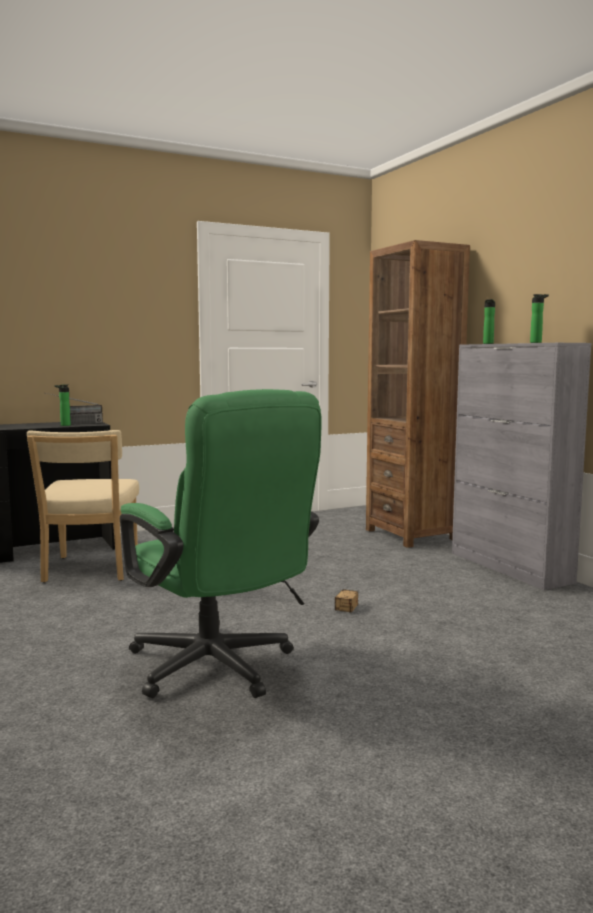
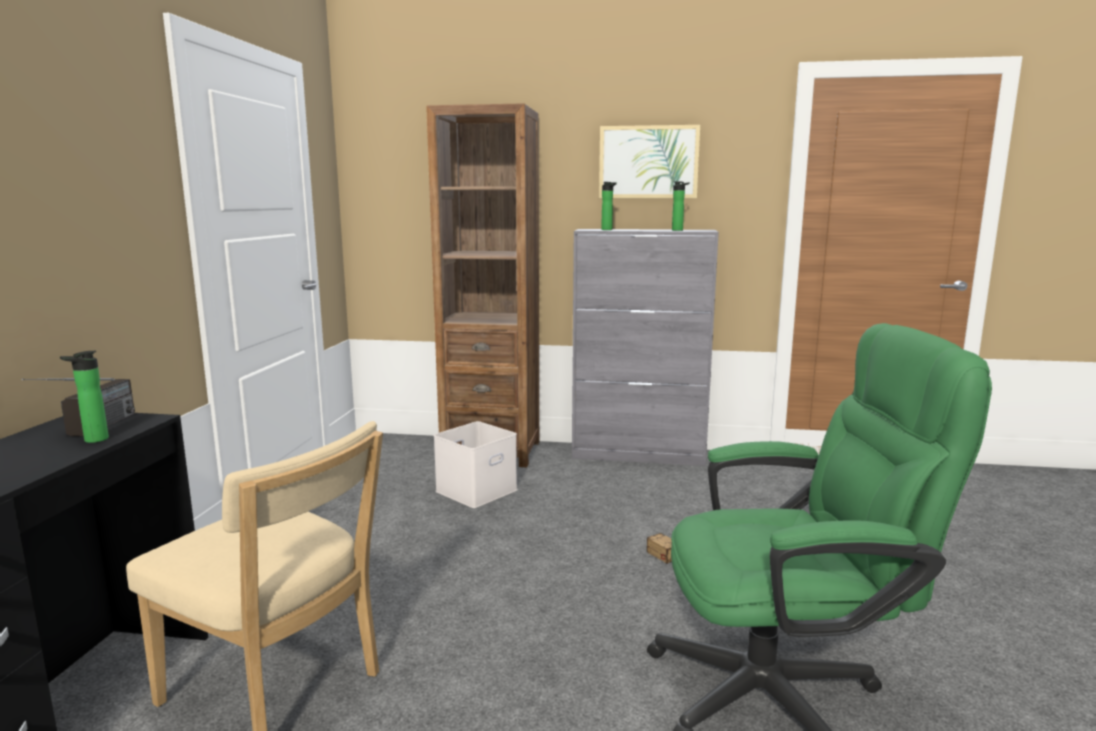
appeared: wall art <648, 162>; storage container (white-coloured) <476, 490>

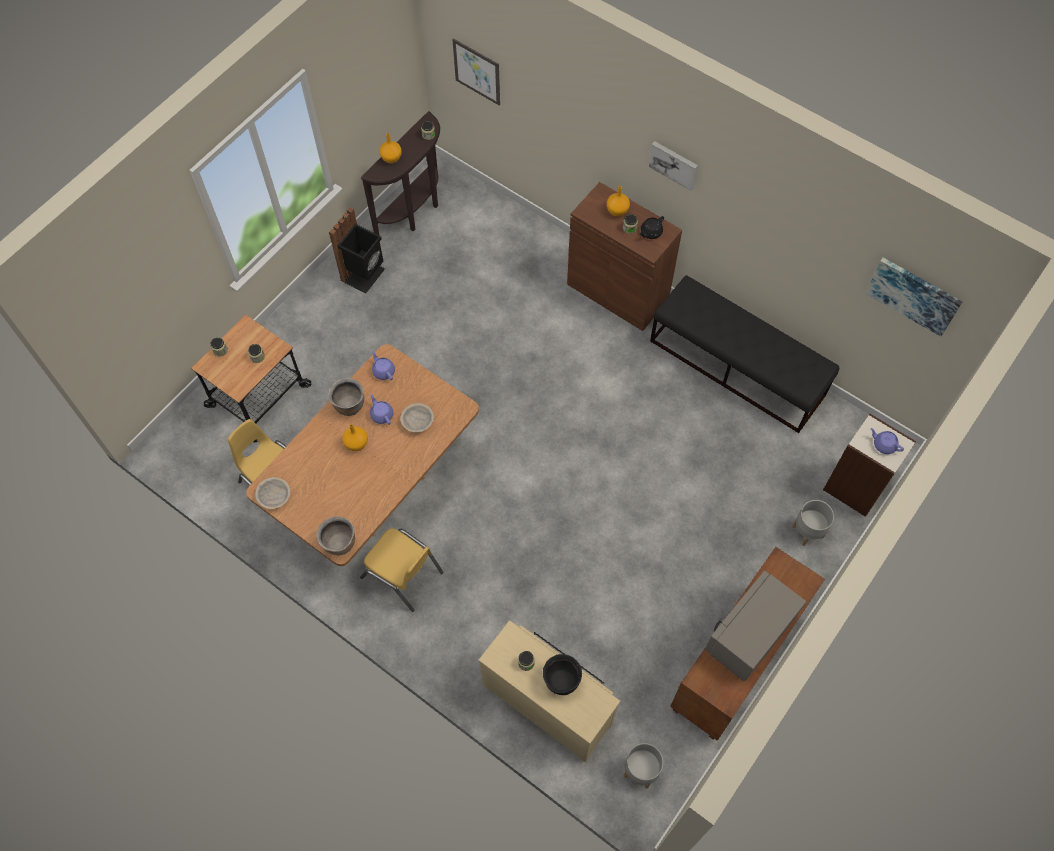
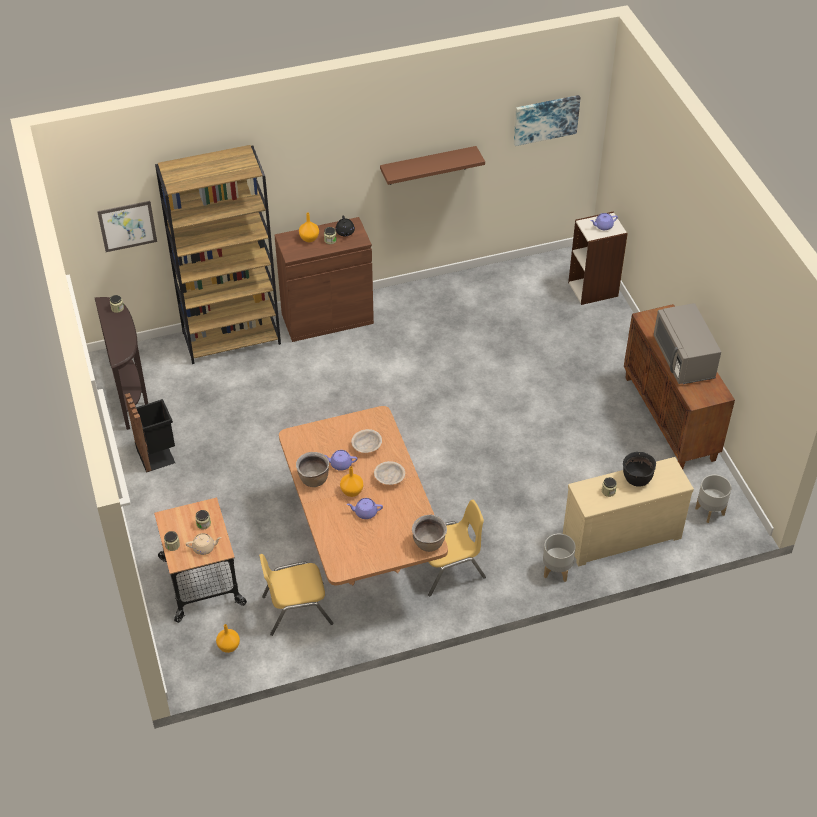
missing: wall art <674, 164>; indoor bench (black) <737, 368>
appeared: bookshelf (brown) <232, 338>; bracket shelf (brown) <428, 165>; teapot (sand-coloured) <204, 548>
relocated: flower vase (orange-coloured) <392, 158> to <229, 646>; teapot (purple-coloured) <383, 371> to <365, 512>; serving bowl (sand-coloured) <274, 496> to <389, 478>; flower pot (greyish) <807, 531> to <556, 571>

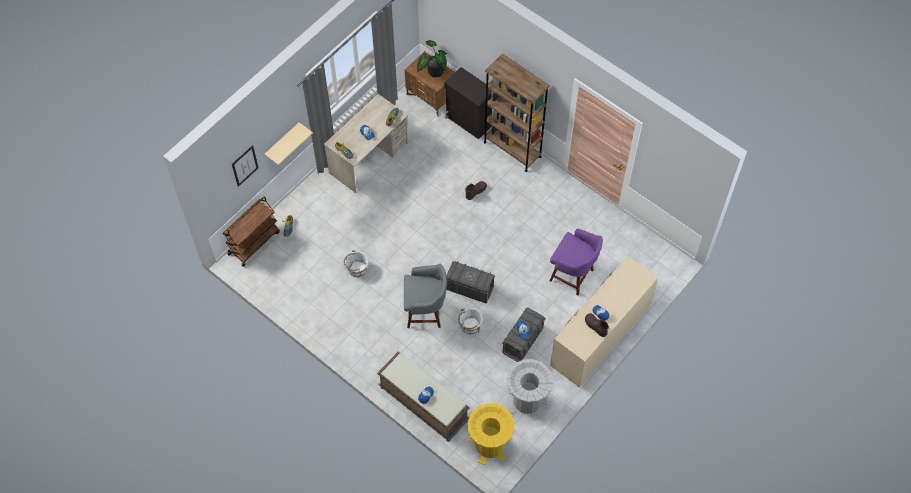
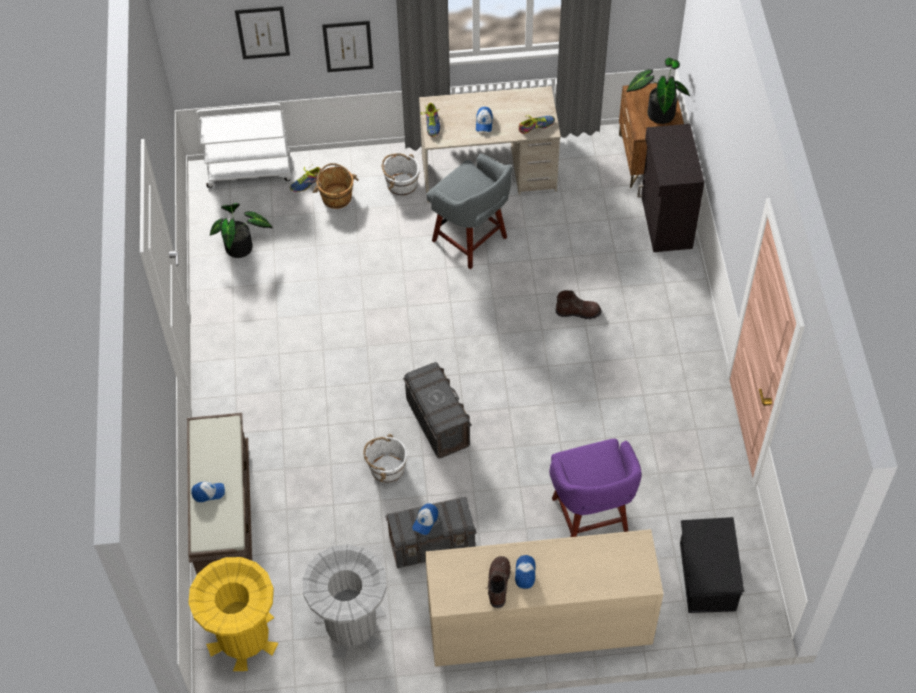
missing: bookshelf (brown) <512, 149>
appeared: bucket (brown) <336, 196>; potted plant <242, 249>; storage container (black) <706, 577>
relocated: bucket (white-coloured) <357, 269> to <401, 184>; stool seat (greyish) <425, 312> to <471, 240>
exchanged: bracket shelf (sand-coloured) <282, 142> to wall art <348, 46>
colour: wheeled cart (brown) <254, 242> to wheeled cart (white-coloured) <250, 170>

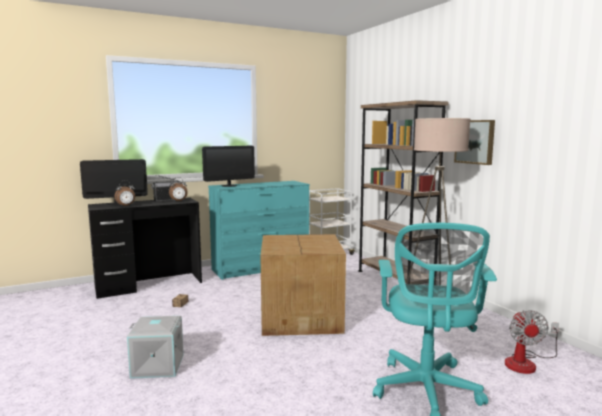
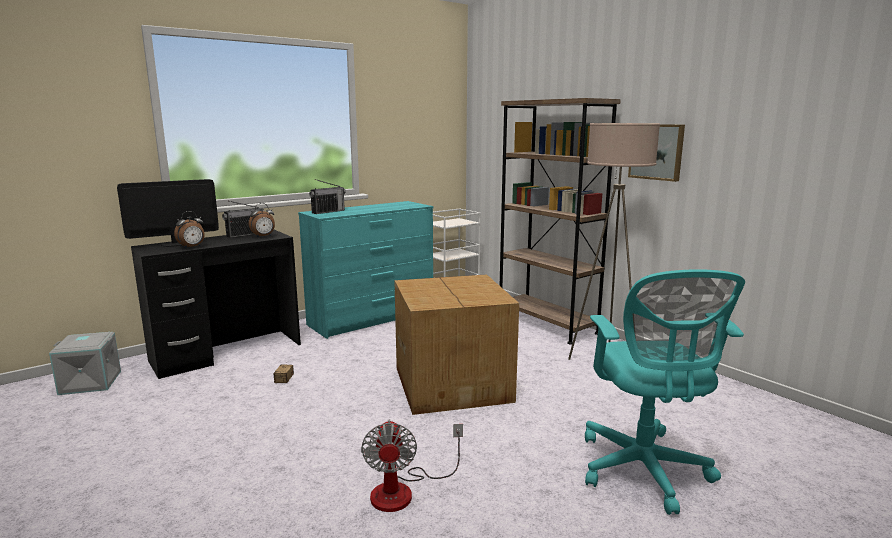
relocated: fan <526, 363> to <404, 490>; storage container (greyish) <157, 366> to <89, 383>
exchanged: computer display <229, 185> to radio set <328, 212>

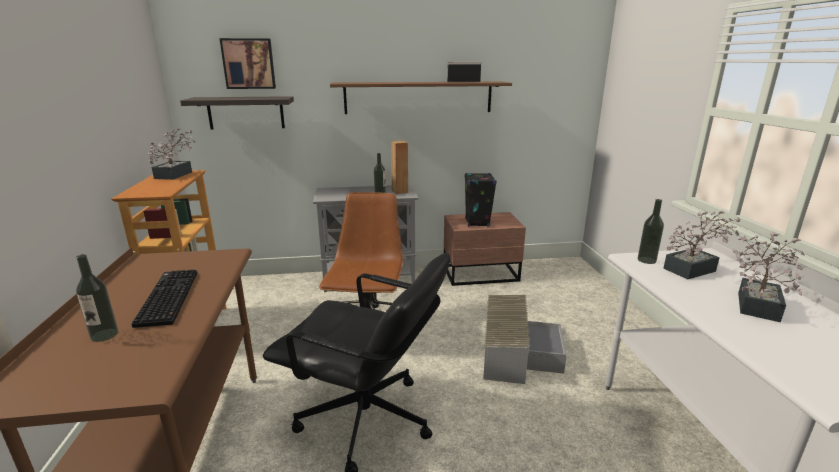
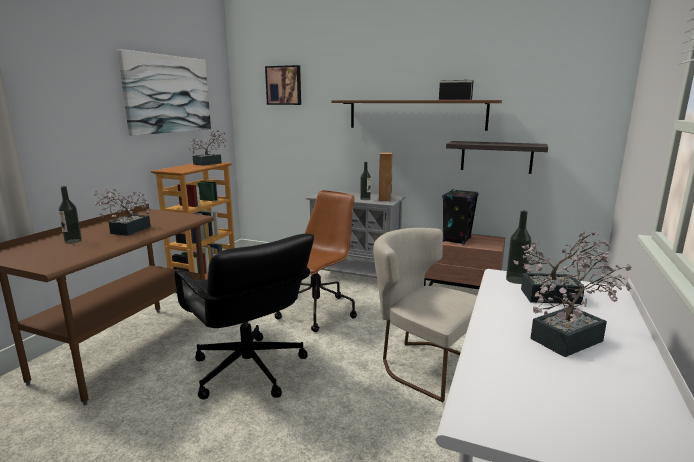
appeared: wall art <168, 94>
relocated: bracket shelf <246, 112> to <496, 157>
exchanged: keyboard <167, 297> to potted plant <127, 231>; storage container (greyish) <516, 351> to upright chair (sand-coloured) <423, 364>

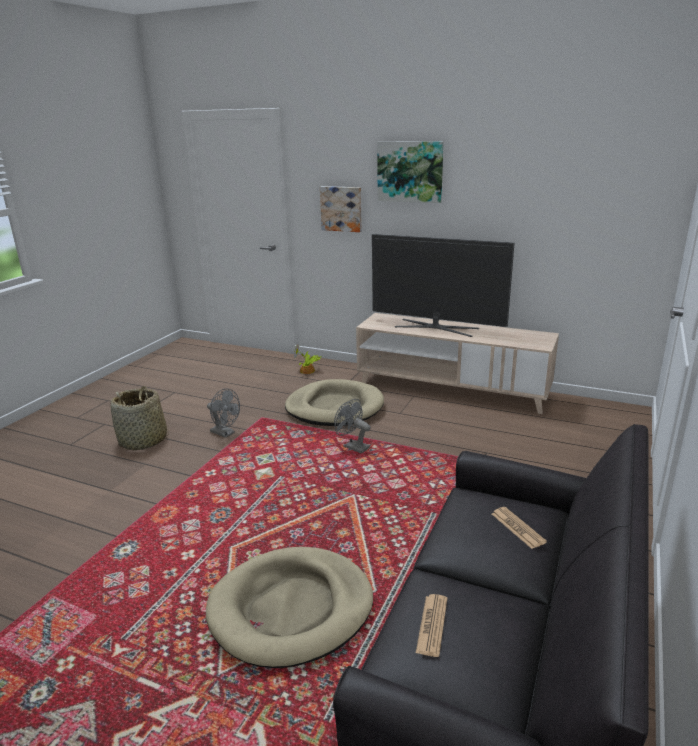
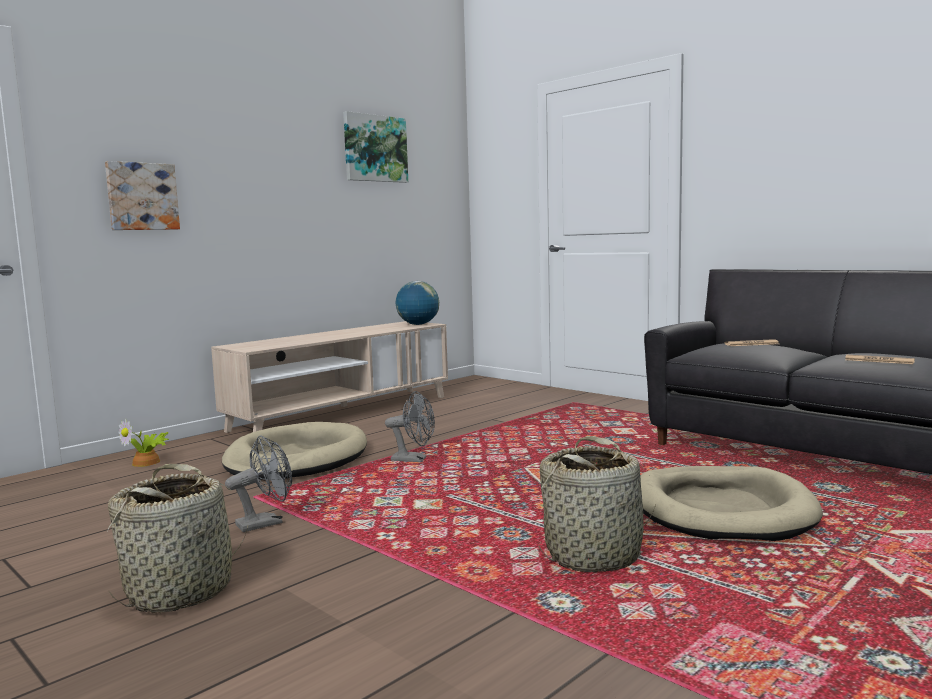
missing: TV <436, 327>
appeared: globe <418, 324>; storage basket <594, 555>
relocated: wall art <410, 171> to <375, 148>
spun: fan (greyish) <352, 447> = <414, 460> 135 degrees counterclockwise

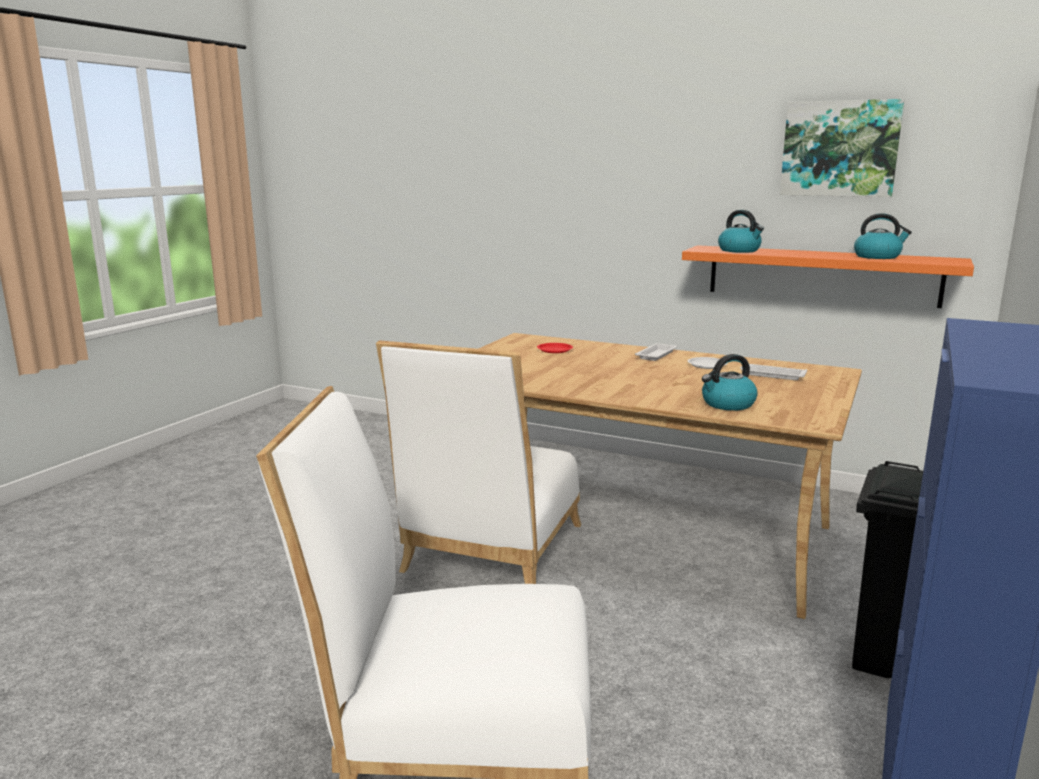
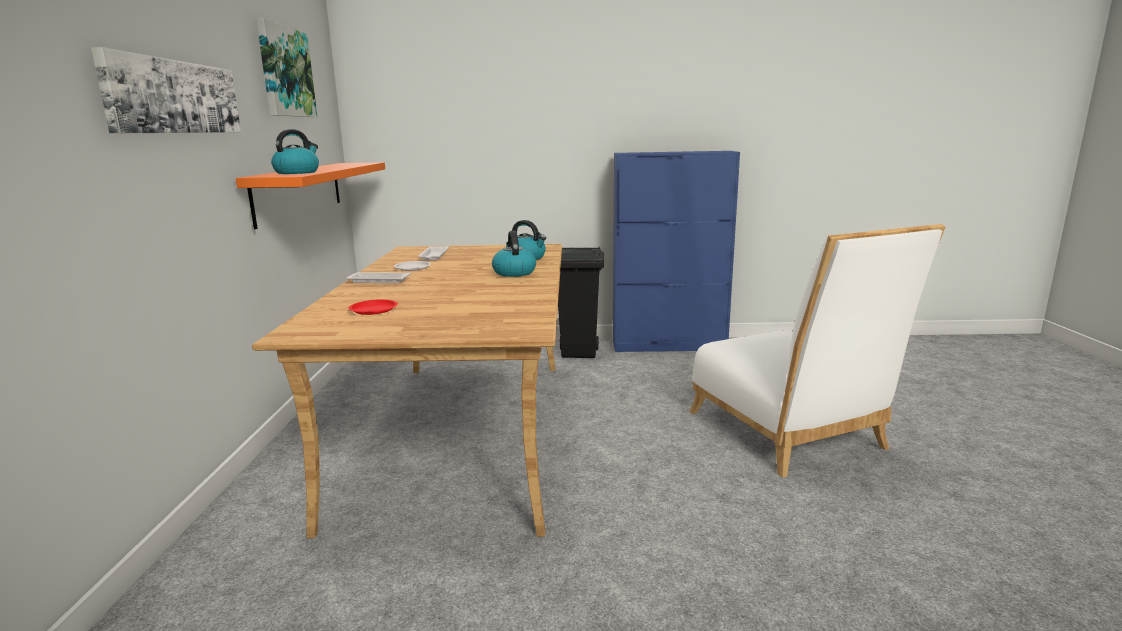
missing: upright chair (white-coloured) <489, 553>
appeared: wall art <174, 97>
relocated: tea kettle <877, 256> to <514, 272>

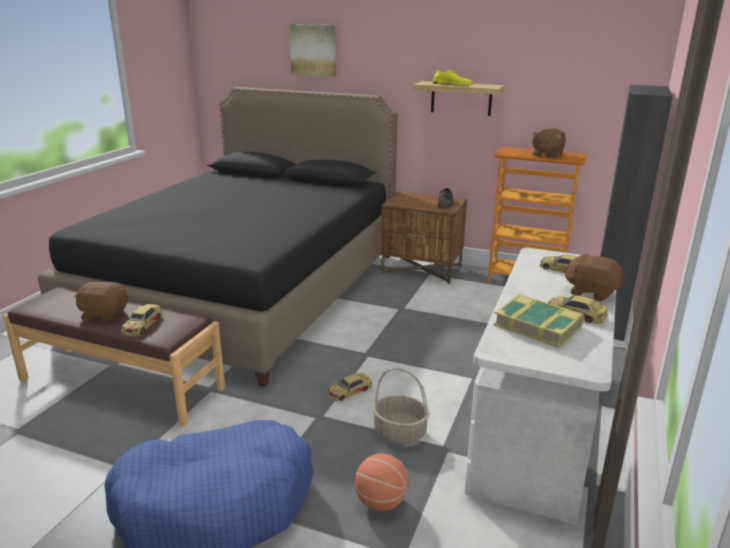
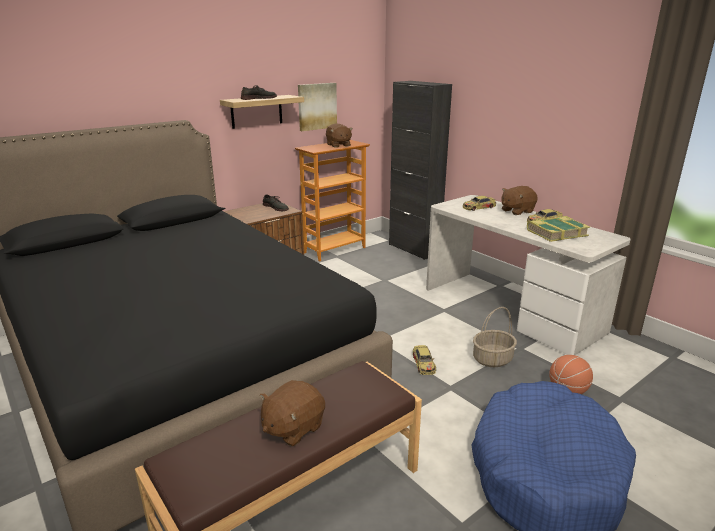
missing: miniature car <142, 324>
relocated: wall art <313, 50> to <317, 106>
colour: low shoe (yellow-coloured) <452, 84> to low shoe (greyish) <258, 98>

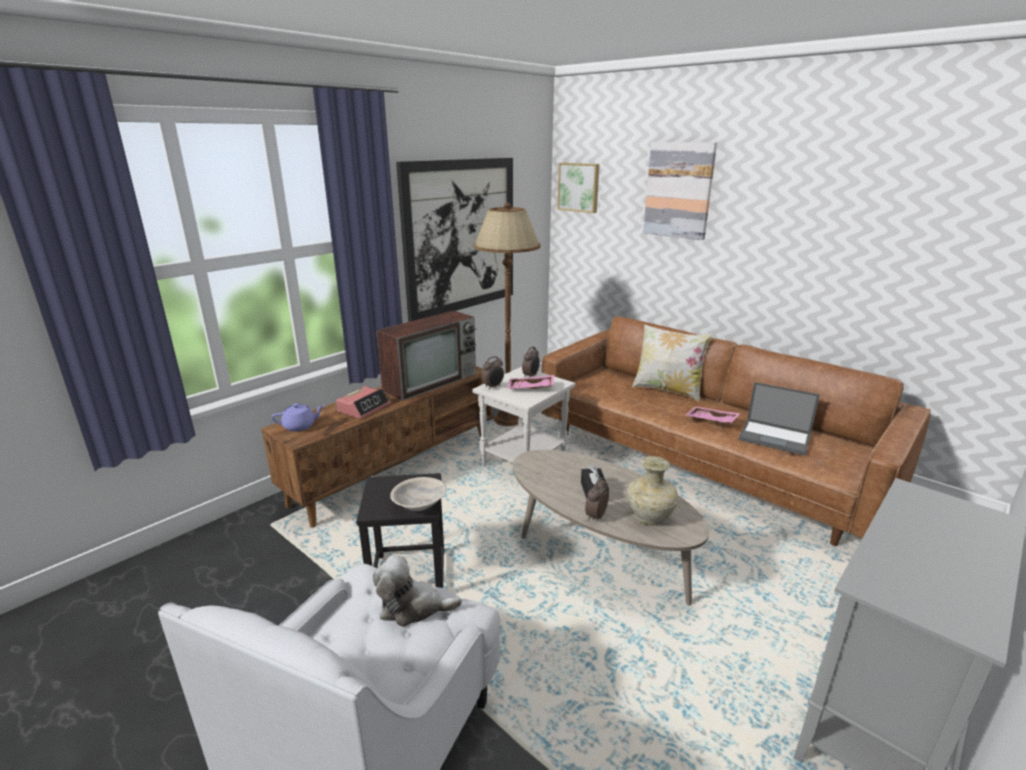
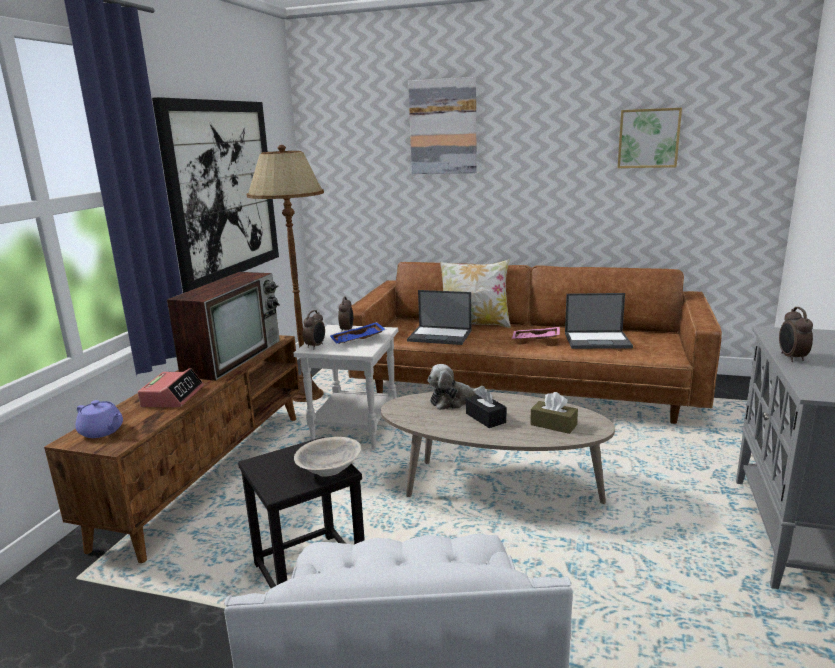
appeared: laptop <440, 336>
relocated: wall art <579, 187> to <648, 138>; table clock <595, 516> to <791, 358>; cuddly toy <413, 607> to <453, 401>
exchanged: flower vase (sand-coloured) <648, 518> to tissue holder (brown) <553, 425>
colour: serving tray (pink) <531, 388> to serving tray (blue) <358, 340>
spun: teapot (purple-coloured) <300, 426> = <102, 432> 75 degrees clockwise

